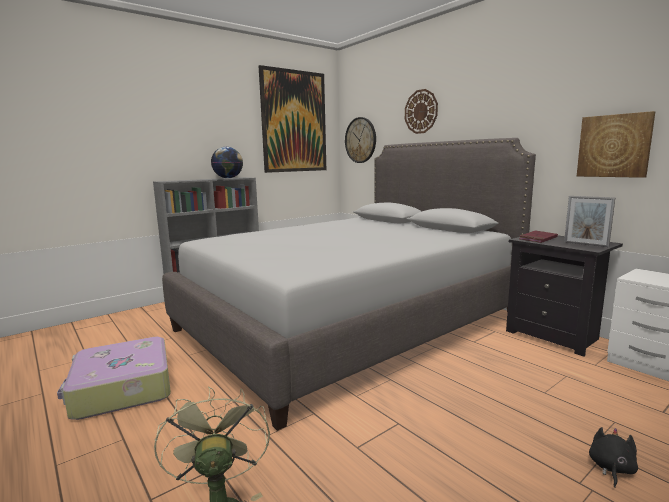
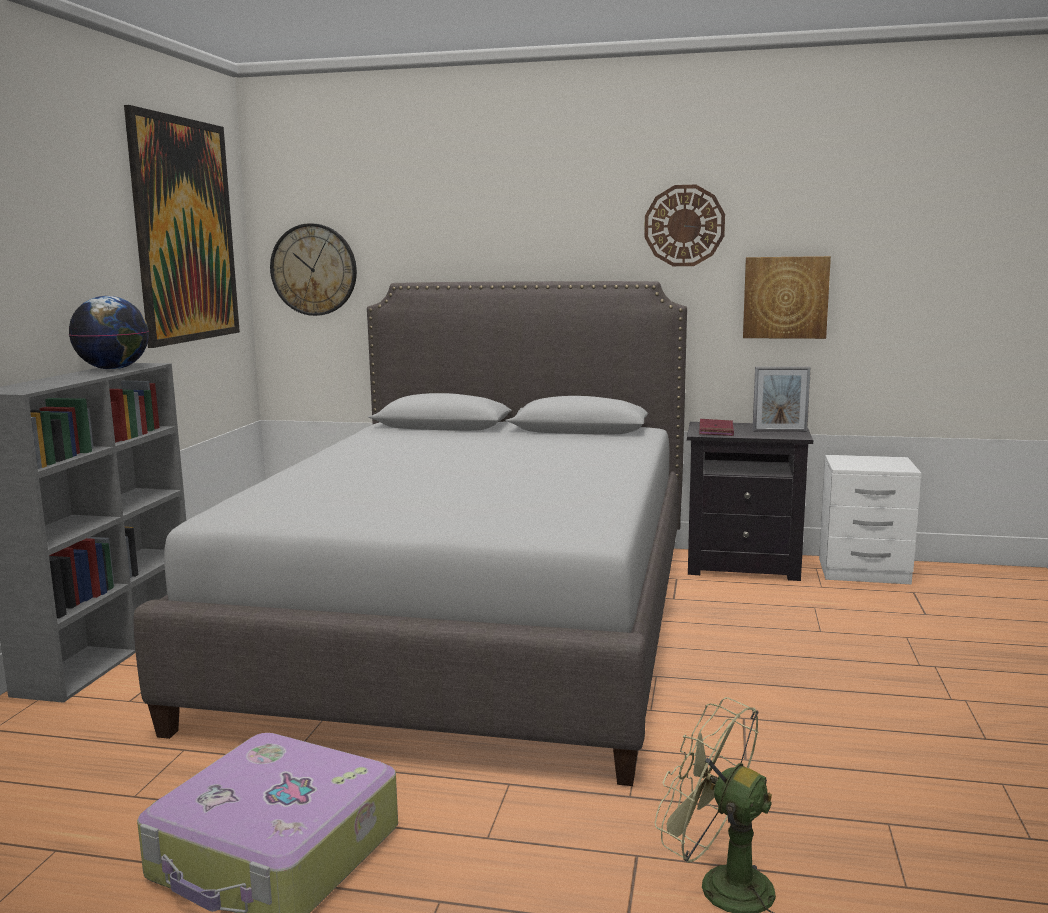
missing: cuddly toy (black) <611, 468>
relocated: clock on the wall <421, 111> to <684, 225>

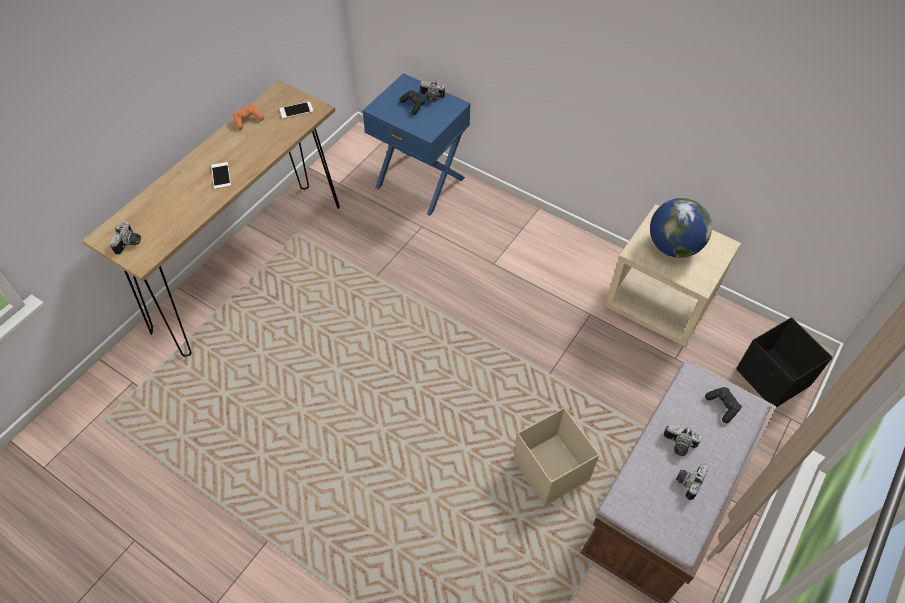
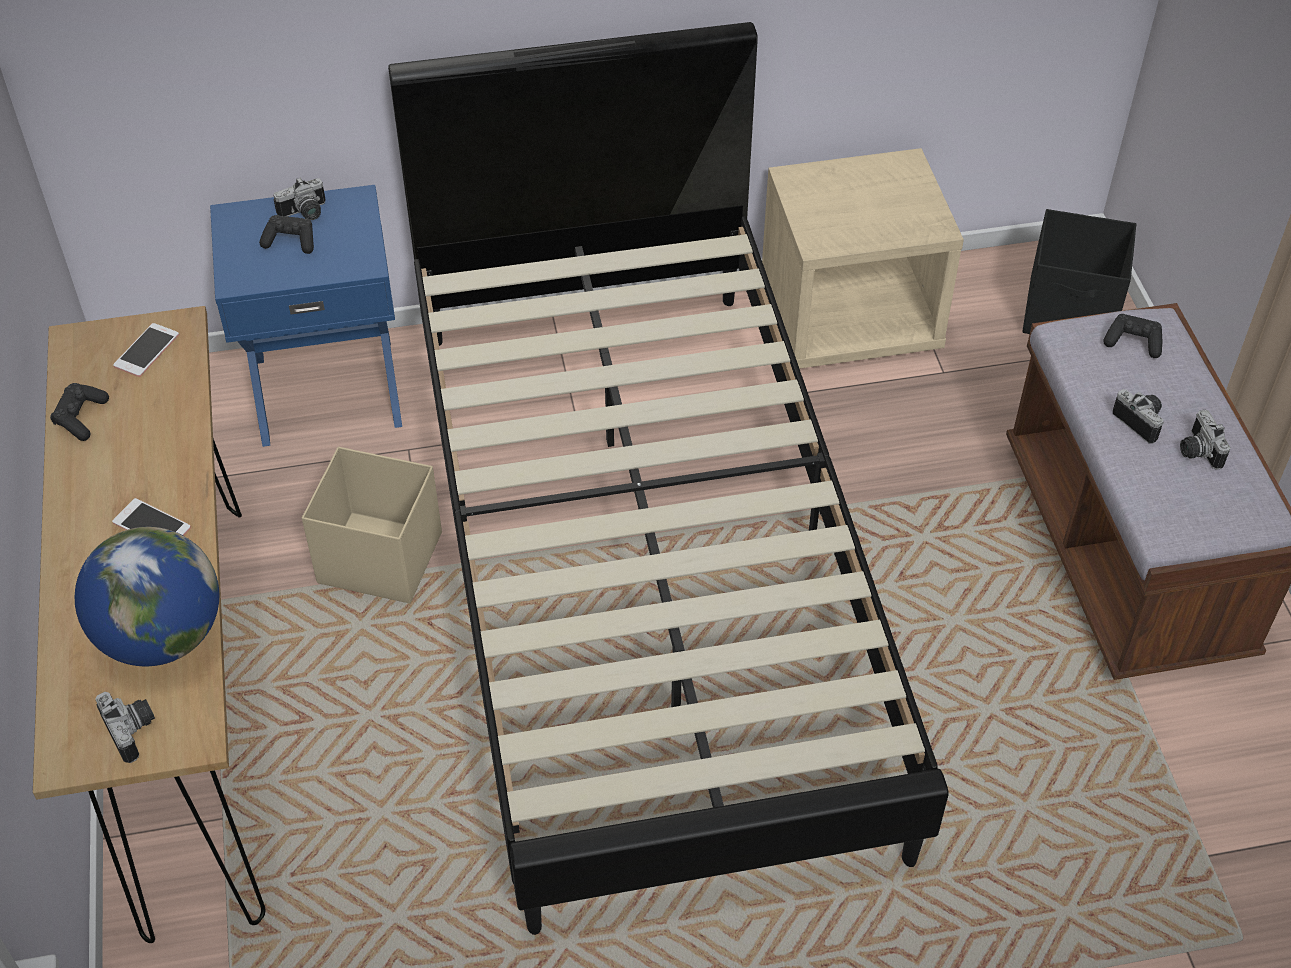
appeared: sleeping bed (black) <645, 566>
relocated: globe <673, 247> to <162, 637>; storage container (sand-coloured) <551, 468> to <379, 557>
colour: joypad (orange-coloured) <248, 121> to joypad (black) <81, 418>
spun: photo camera <678, 445> = <1142, 421> 105 degrees counterclockwise

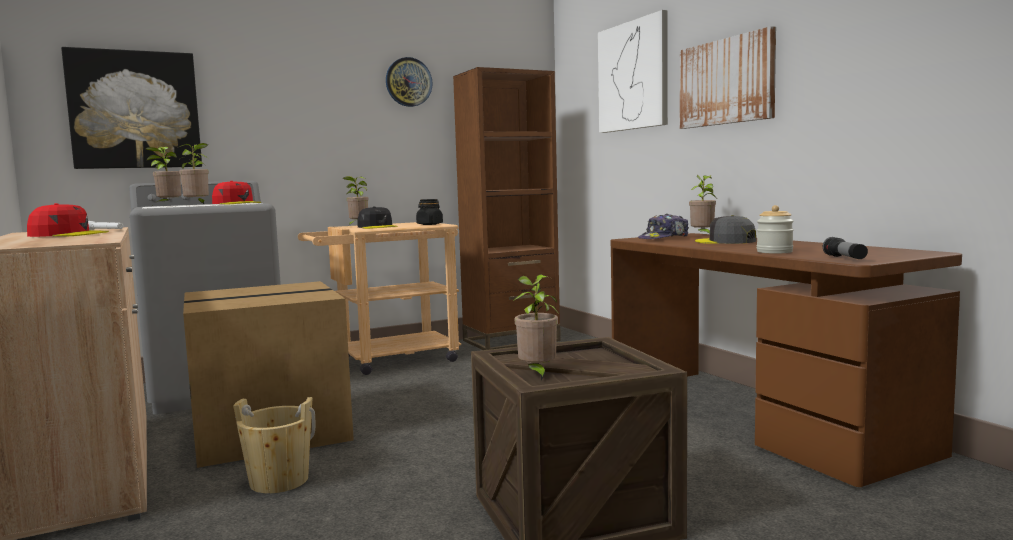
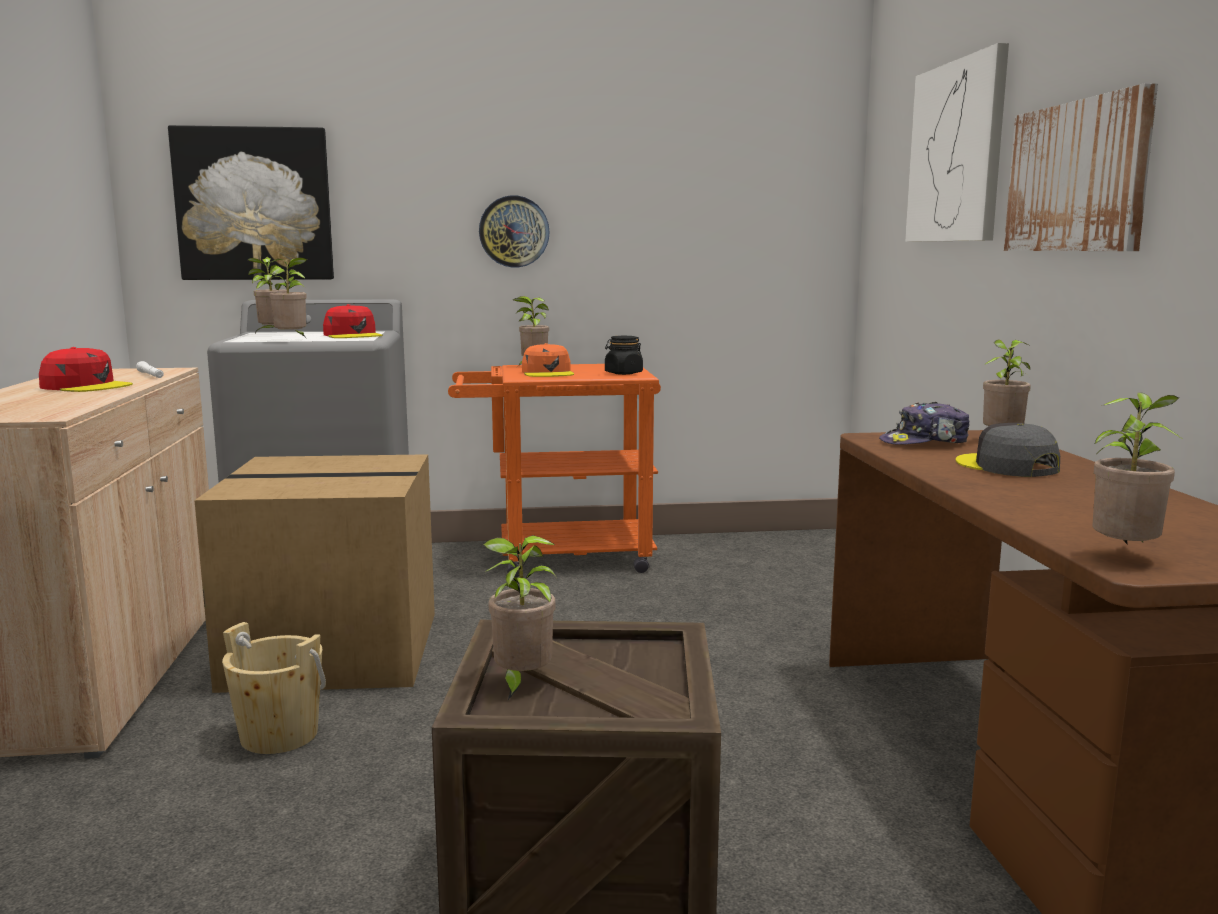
missing: bookshelf (brown) <511, 341>; storage jar <774, 252>
relocated: clock on the wall <408, 82> to <514, 231>
exchanged: torch <845, 258> to potted plant <1124, 555>
colour: cap (black) <377, 227> to cap (orange-coloured) <548, 373>; wheeled cart (sand-coloured) <387, 360> to wheeled cart (orange-coloured) <558, 557>

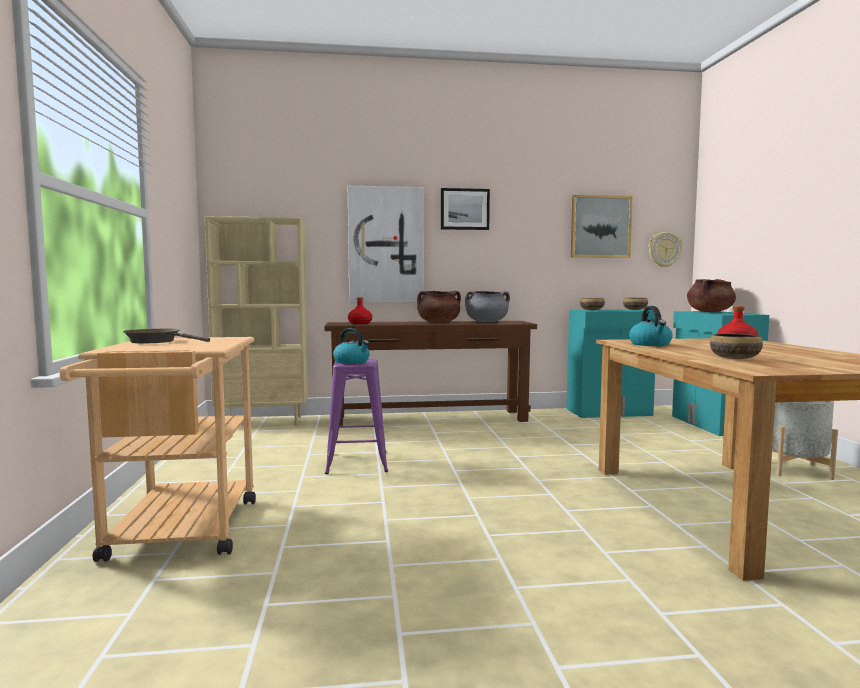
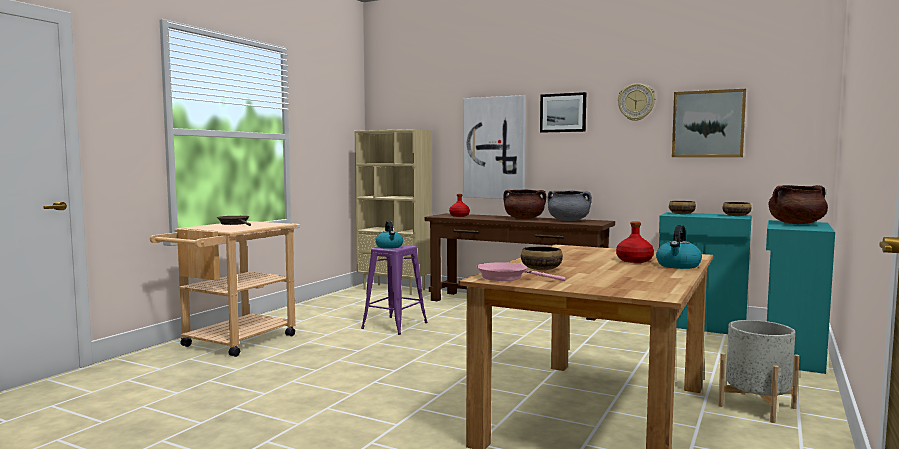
appeared: skillet (pink) <506, 277>
relocated: clock on the wall <664, 249> to <636, 102>; tea kettle <650, 344> to <678, 266>

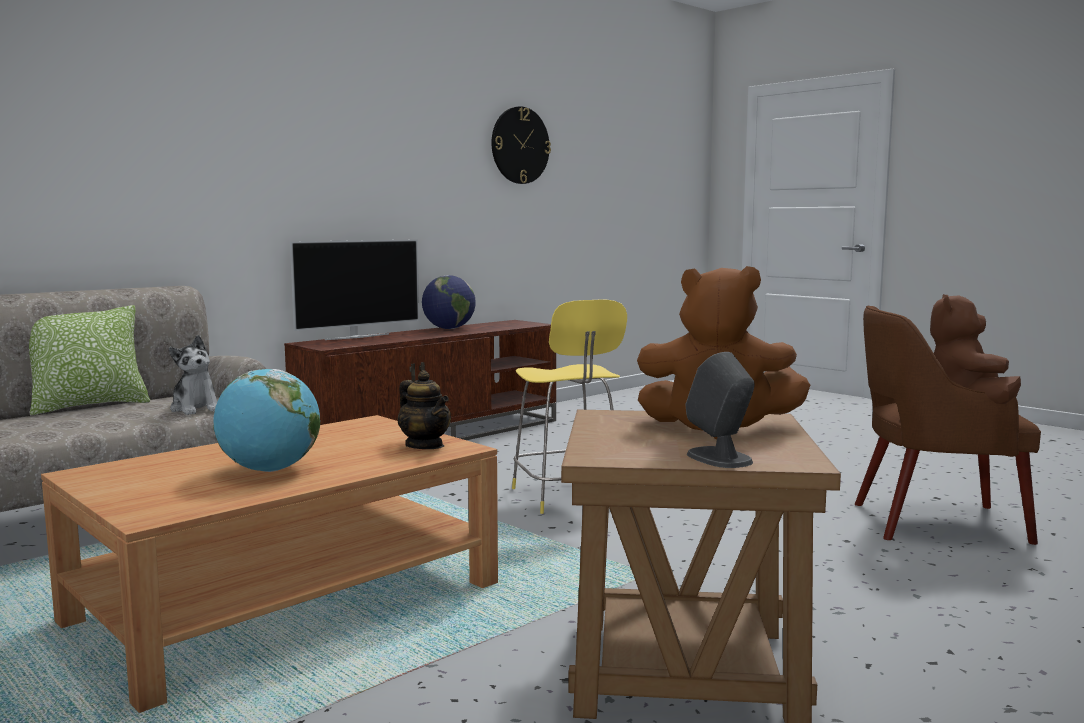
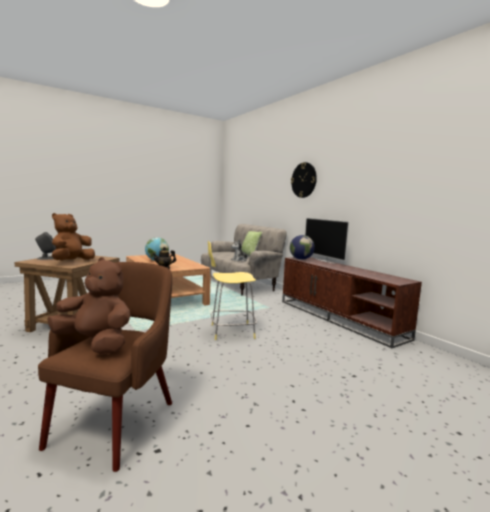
relocated: clock on the wall <520, 145> to <304, 180>; globe <449, 328> to <301, 259>

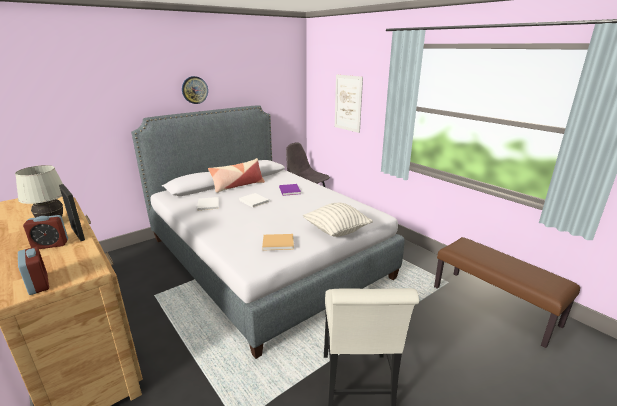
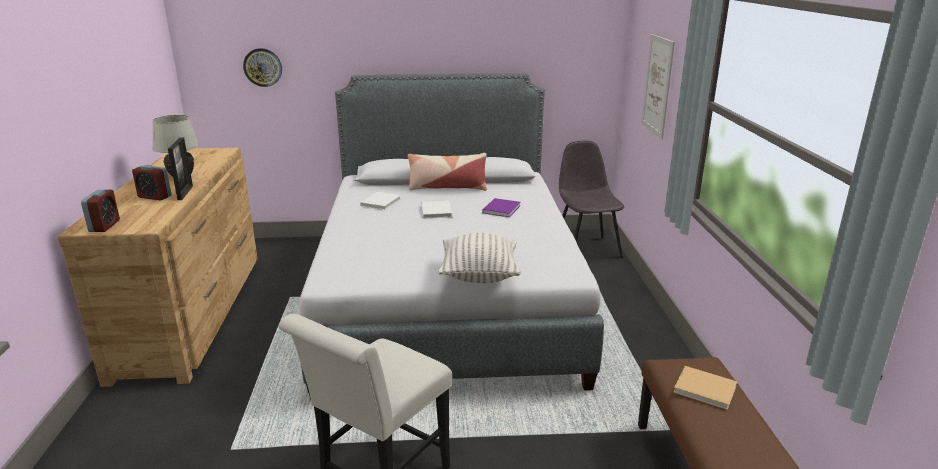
relocated: clock on the wall <194, 90> to <263, 67>; bound book (sand-coloured) <279, 243> to <706, 390>

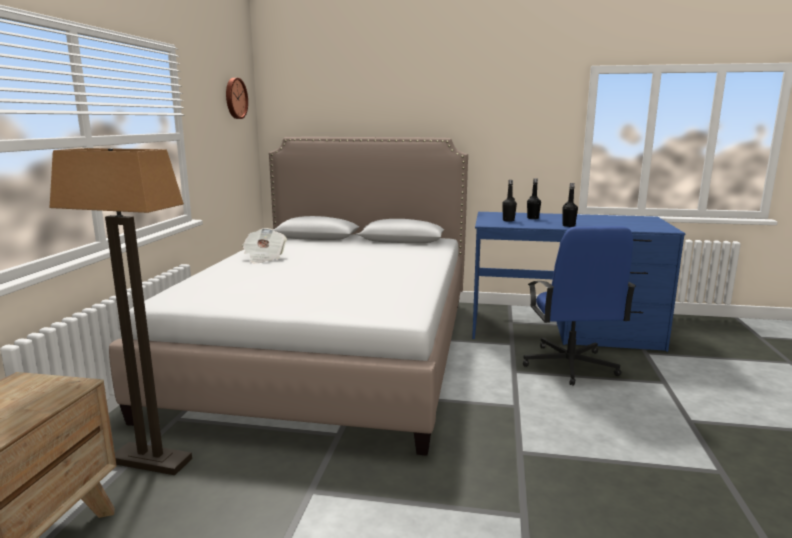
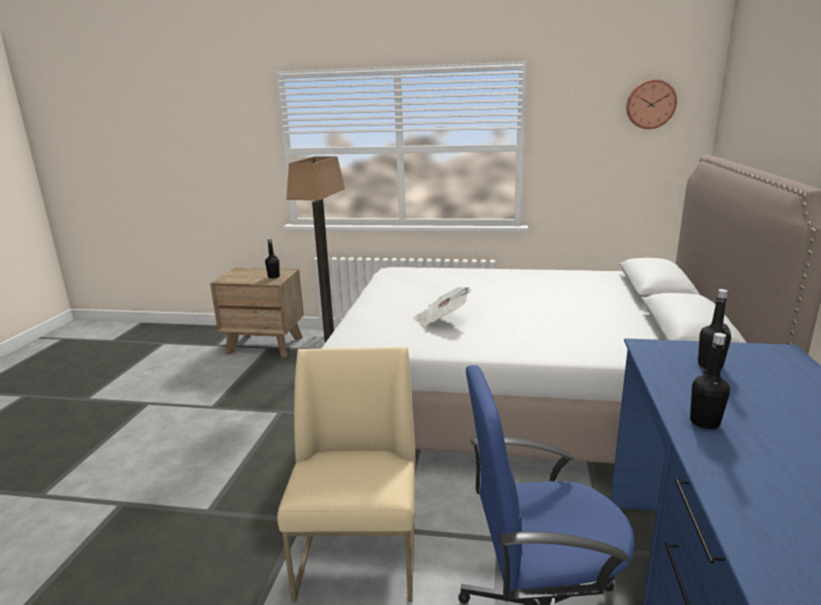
appeared: upright chair (sand-coloured) <360, 553>
relocated: drink bottle (black) <533, 218> to <274, 277>; daily paper <264, 258> to <441, 320>

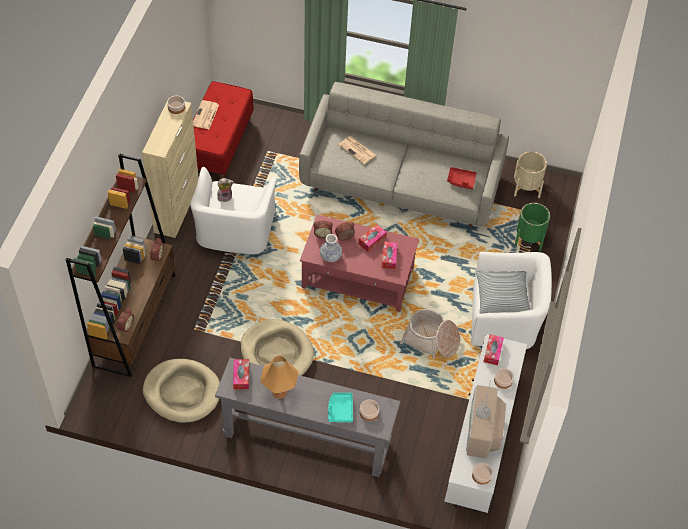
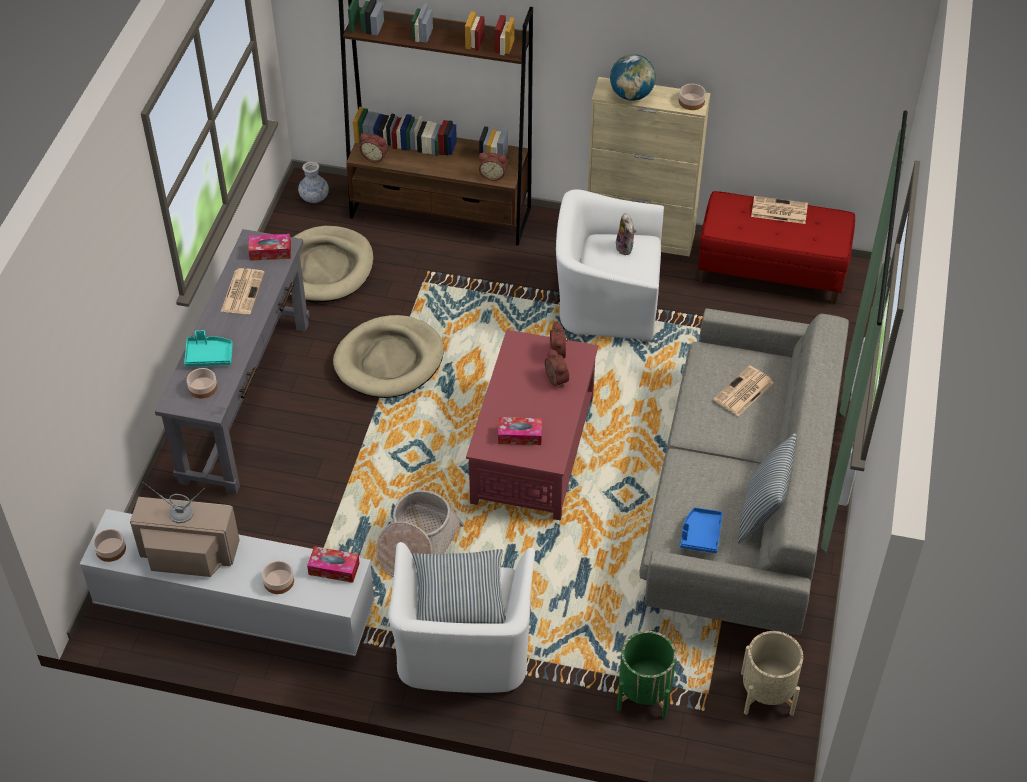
missing: tissue holder <372, 240>
appeared: globe <631, 95>; throw pillow <762, 513>
relocated: flower vase <330, 256> to <314, 197>
exchanged: lamp for a table (orange-coloured) <279, 392> to daily paper <242, 291>
colour: serving tray (reddish) <461, 181> to serving tray (blue) <700, 534>

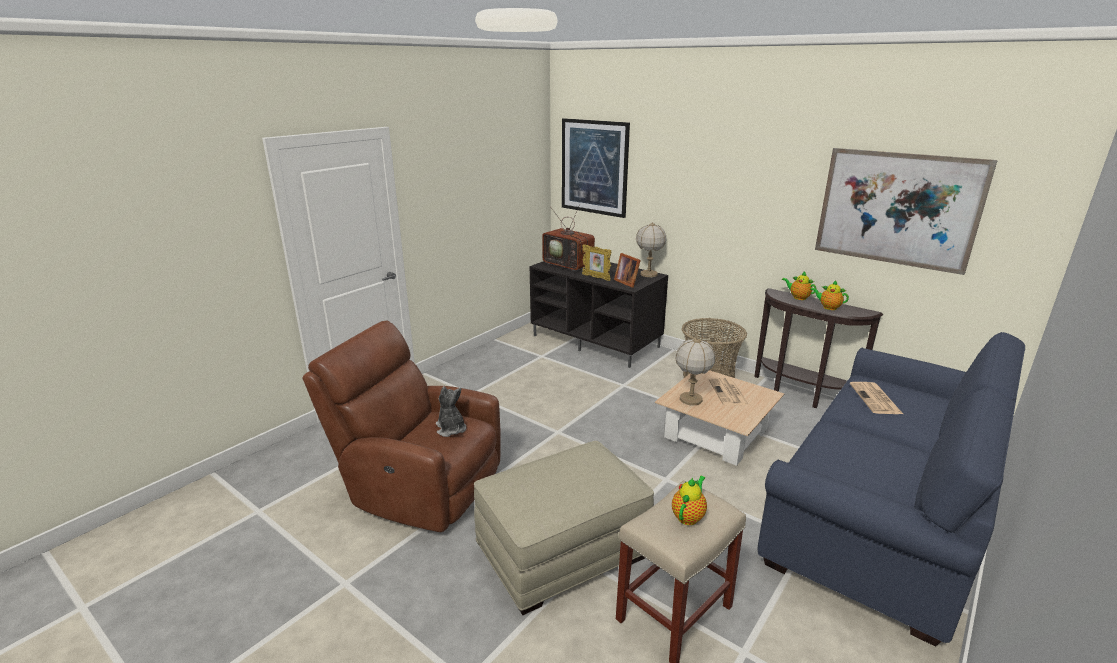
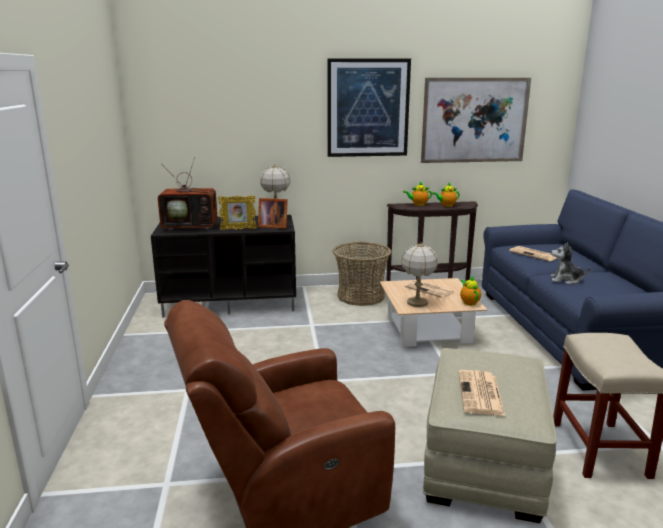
appeared: daily paper <481, 394>
relocated: wall art <594, 167> to <368, 108>; cuddly toy <451, 429> to <566, 280>; teapot <688, 516> to <469, 302>

